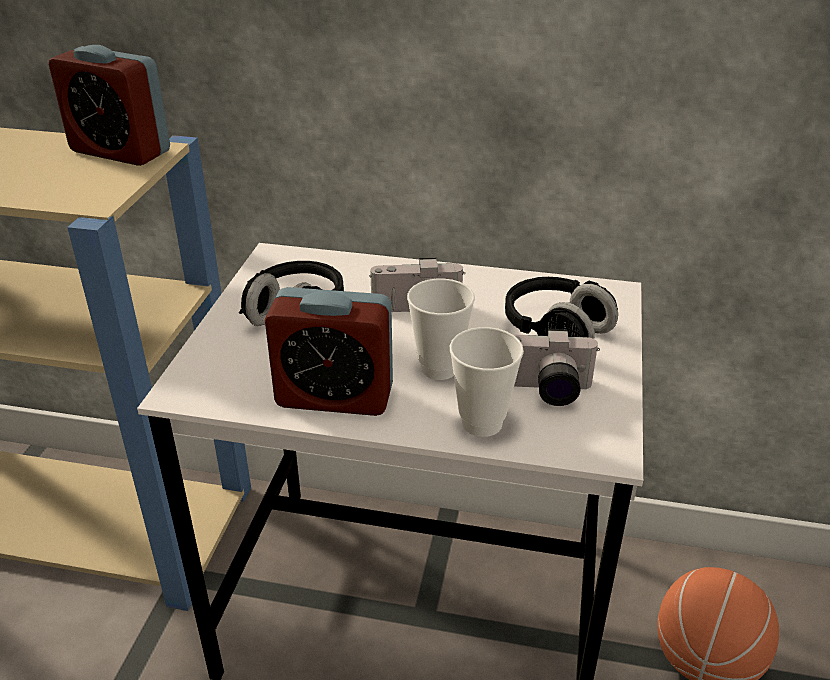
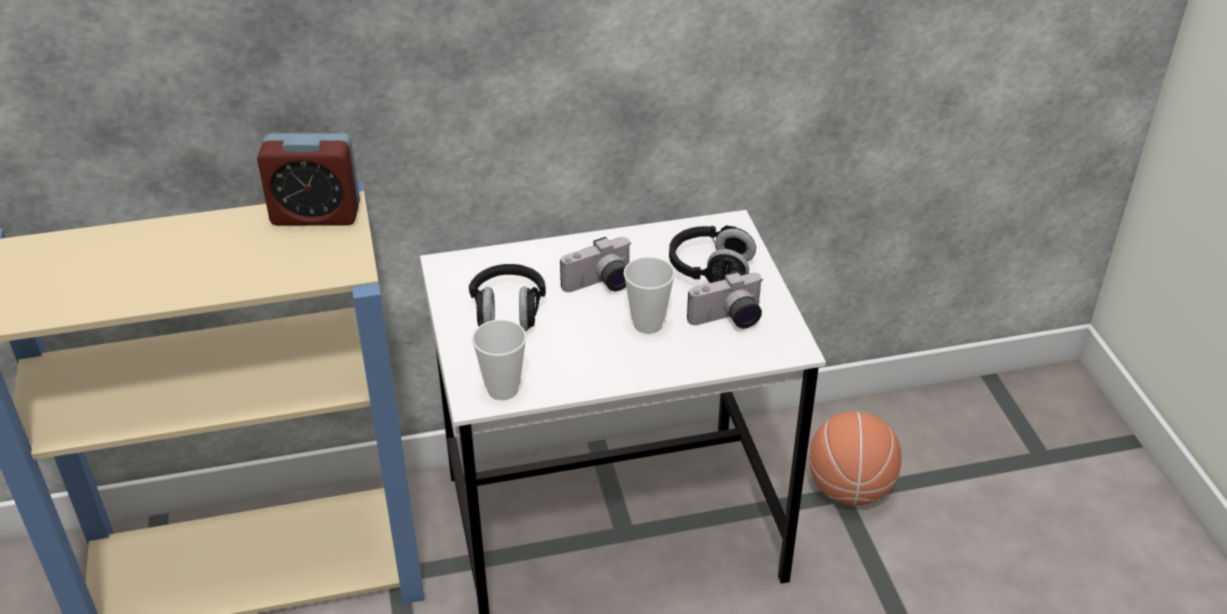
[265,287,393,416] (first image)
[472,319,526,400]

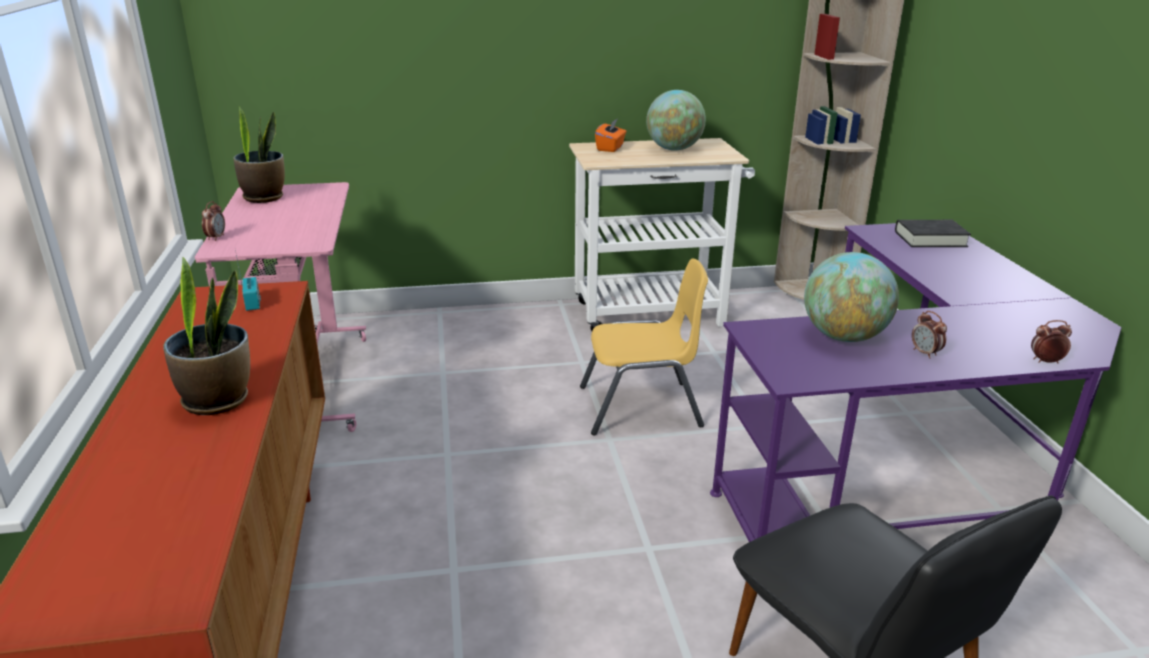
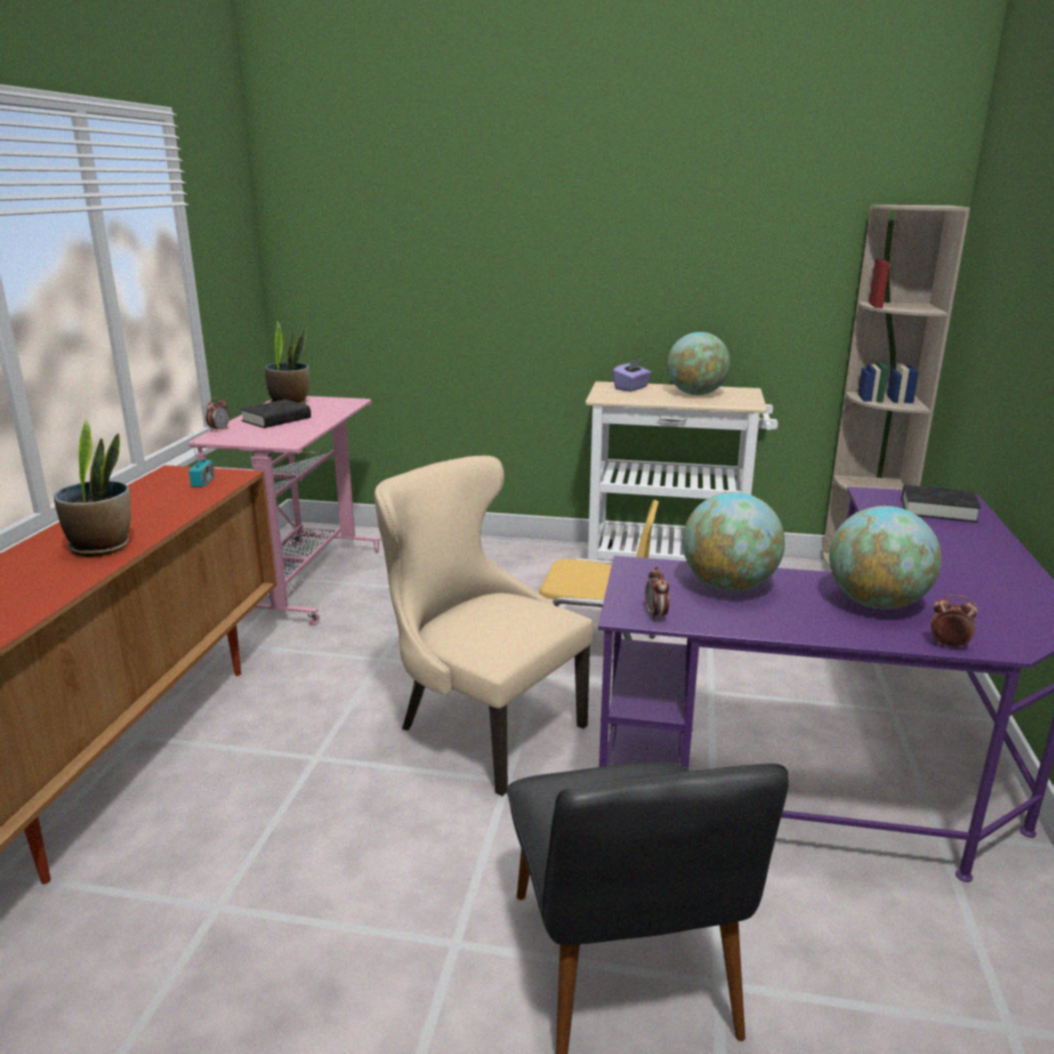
[612,358,652,392]
[645,566,669,621]
[240,399,311,428]
[374,456,593,796]
[829,506,941,610]

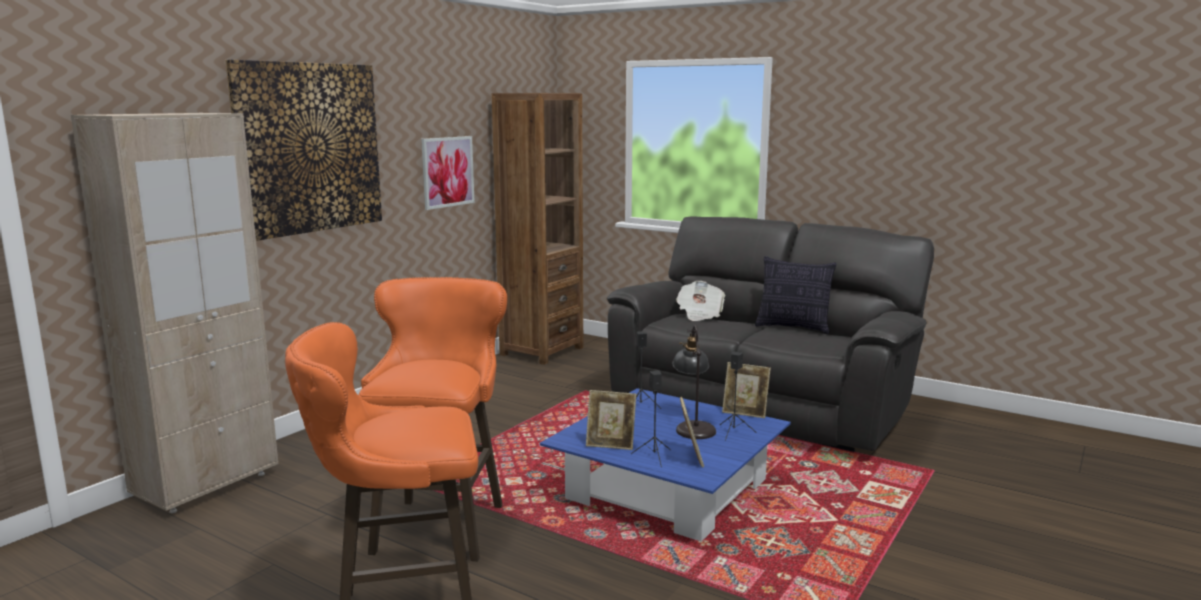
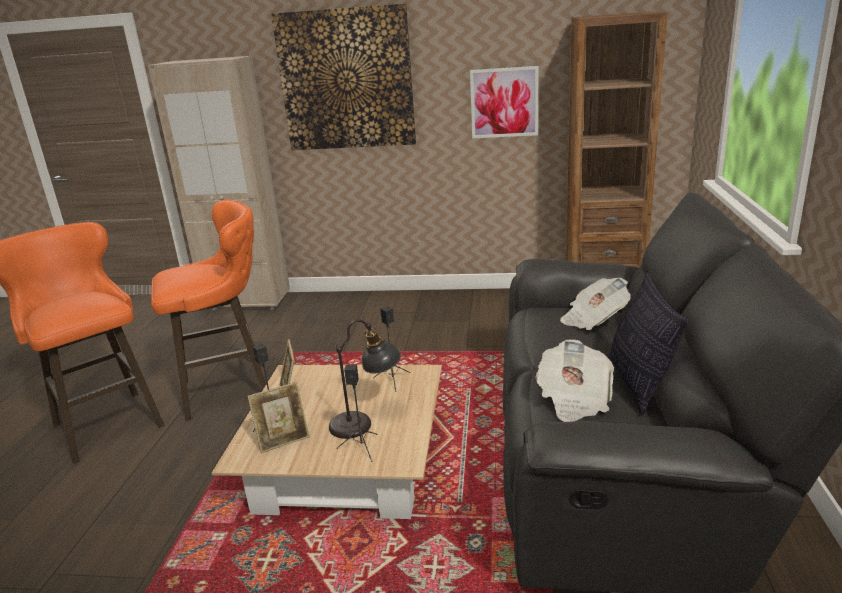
[212,365,442,519]
[722,362,771,418] (first image)
[535,340,614,422]

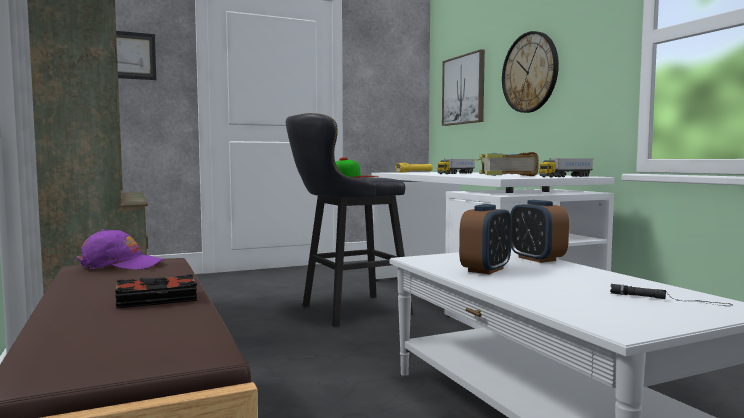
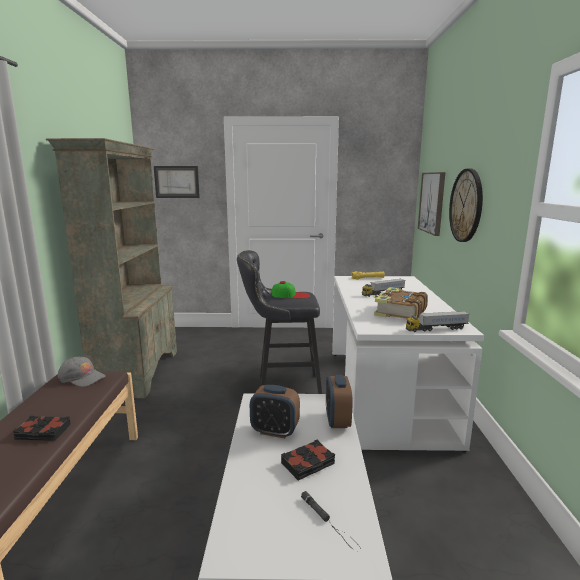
[58,357,106,387]
[250,385,300,438]
[281,439,335,480]

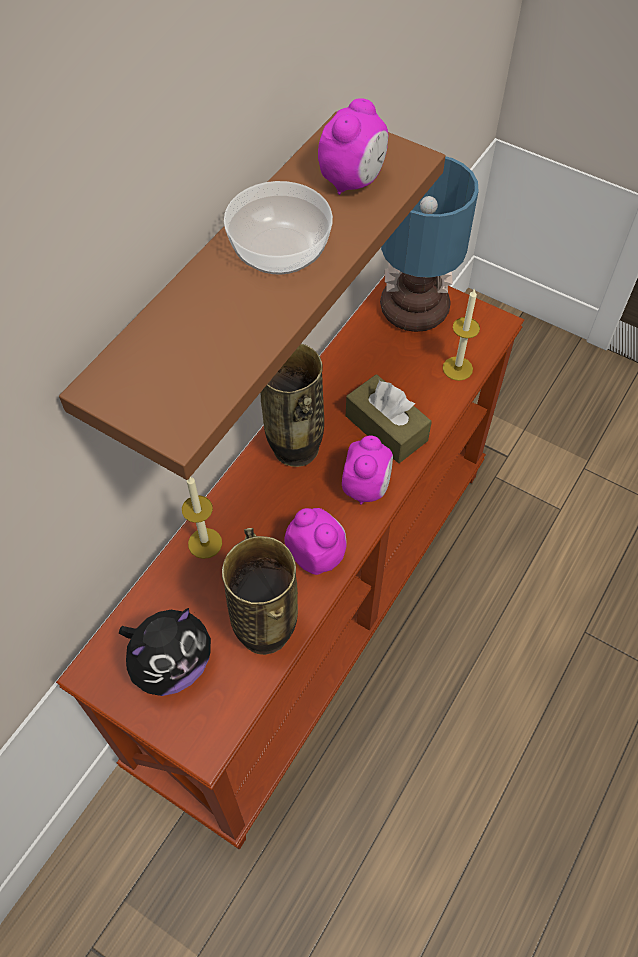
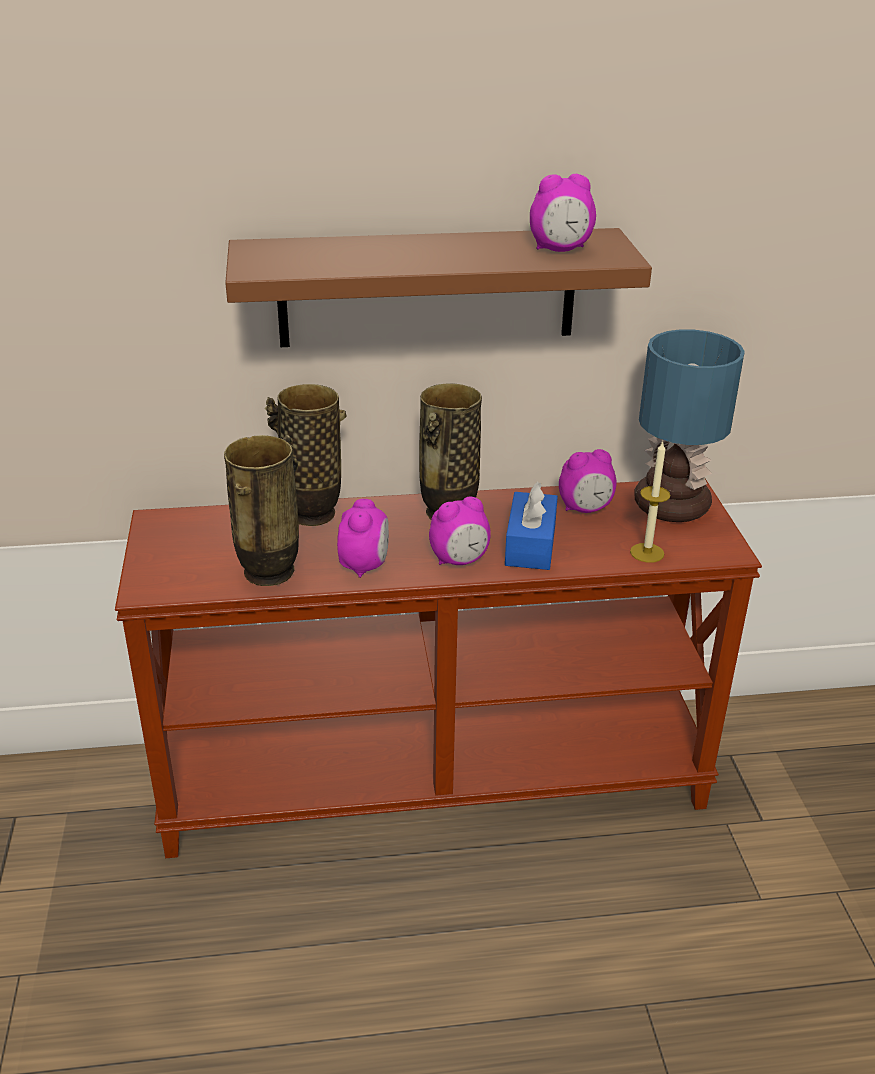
[119,608,211,696] (first image)
[265,384,347,526]
[224,181,333,274] (first image)
[505,481,558,570]
[559,449,617,513]

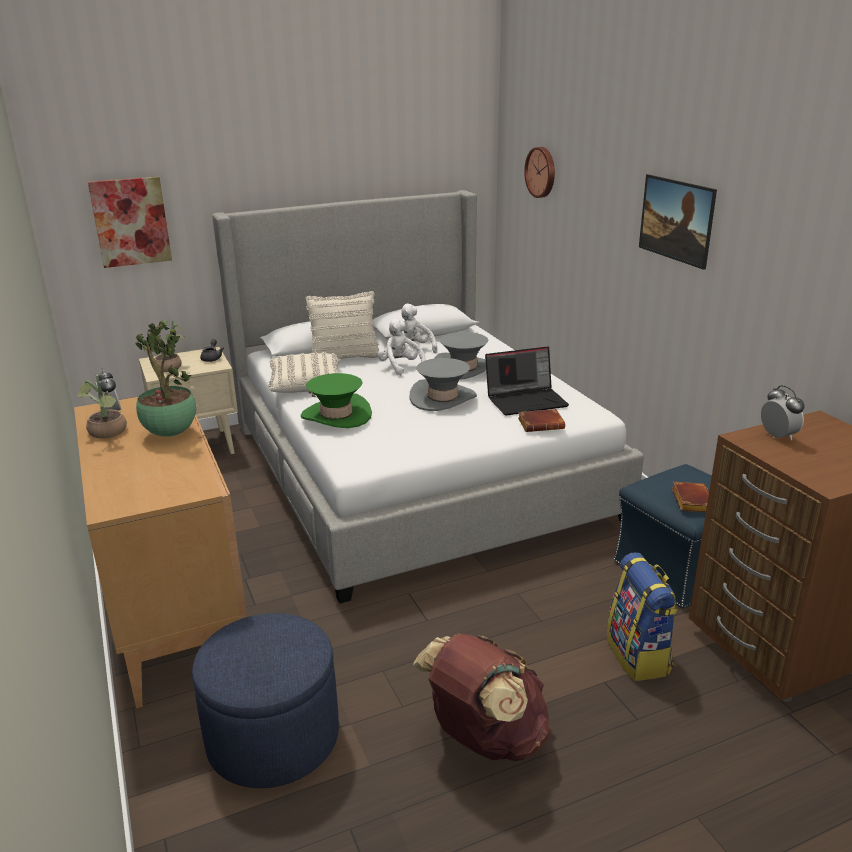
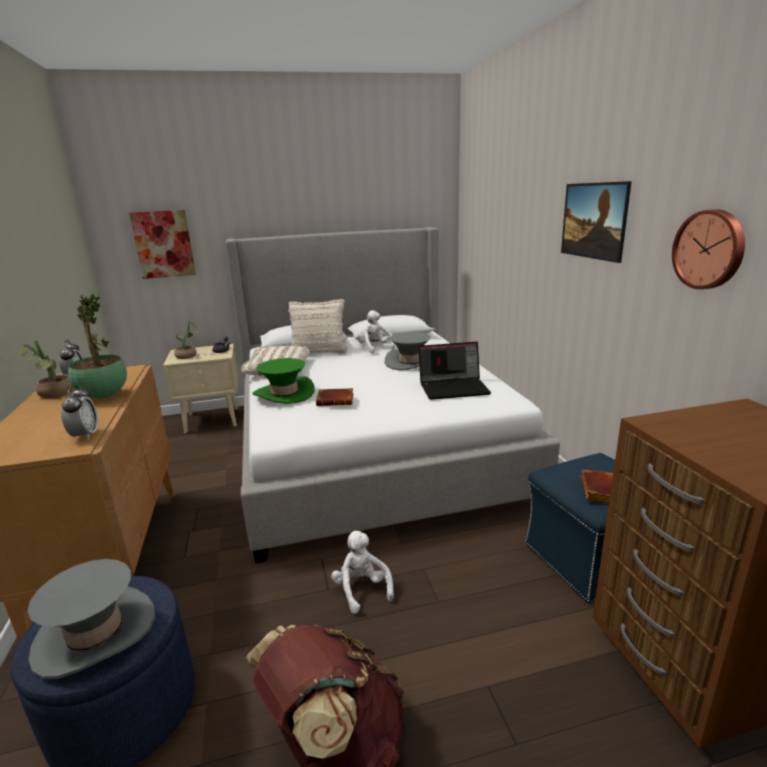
[331,531,394,614]
[27,559,155,679]
[316,388,353,406]
[672,209,745,289]
[607,552,678,681] (first image)
[61,385,98,440]

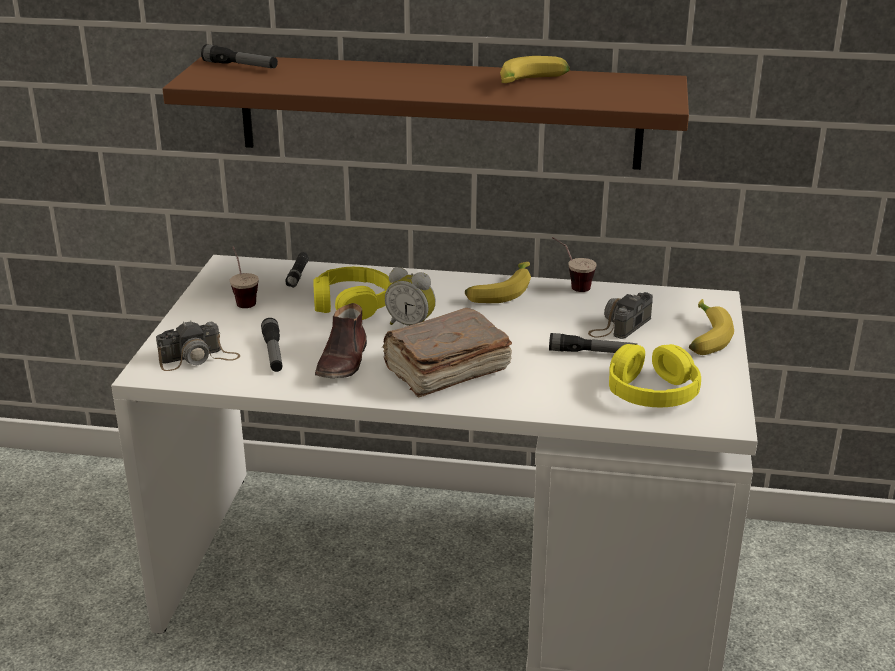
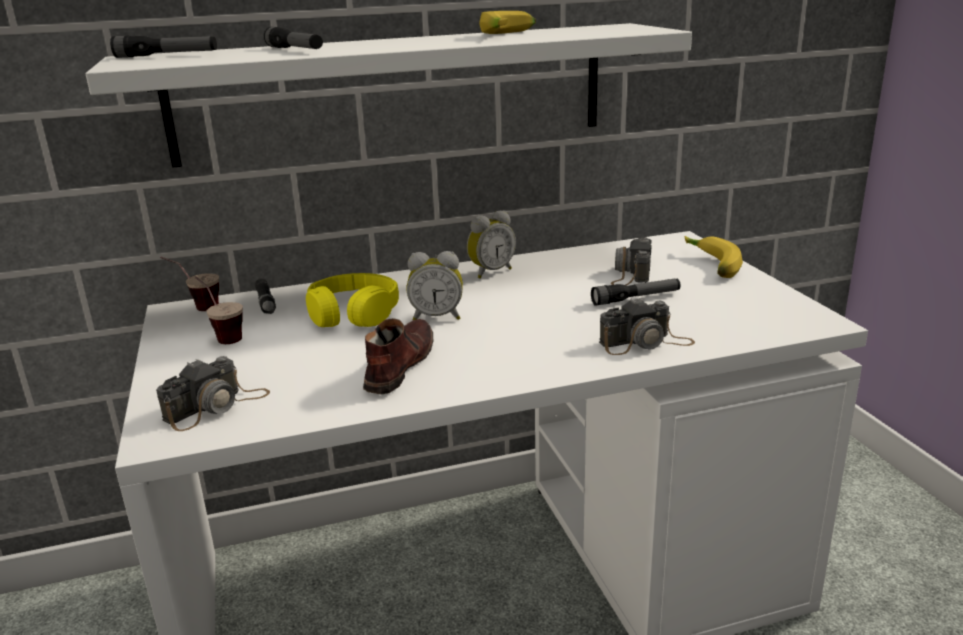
[86,23,692,168]
[264,27,323,49]
[363,318,433,394]
[382,308,512,398] (first image)
[467,210,516,279]
[160,256,219,311]
[609,344,701,407] (first image)
[599,297,695,355]

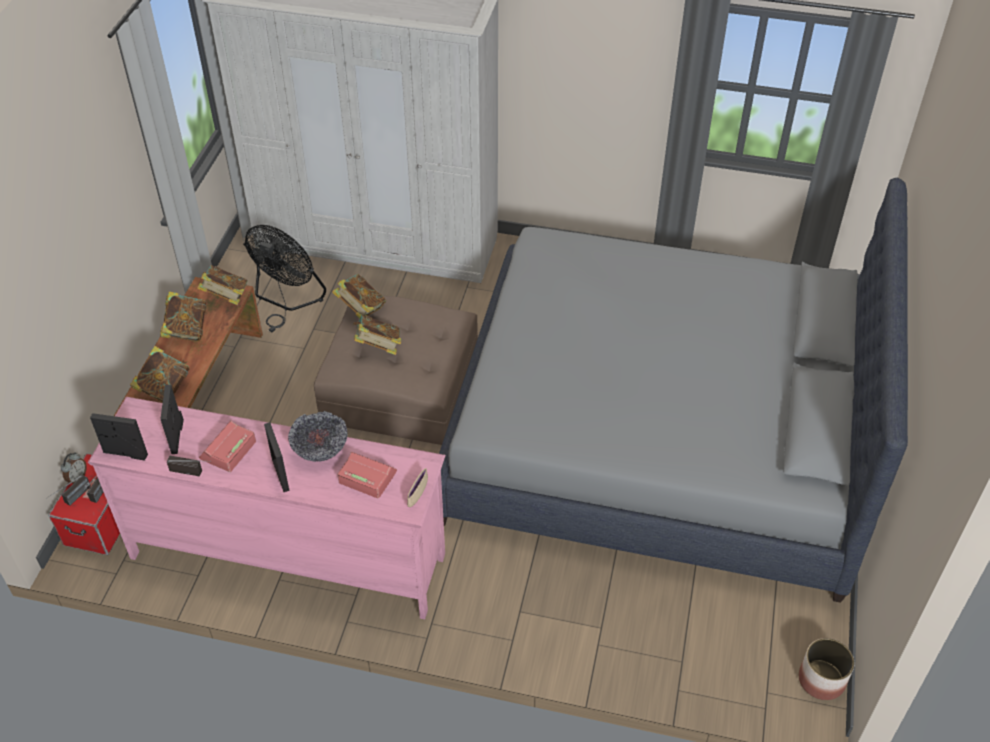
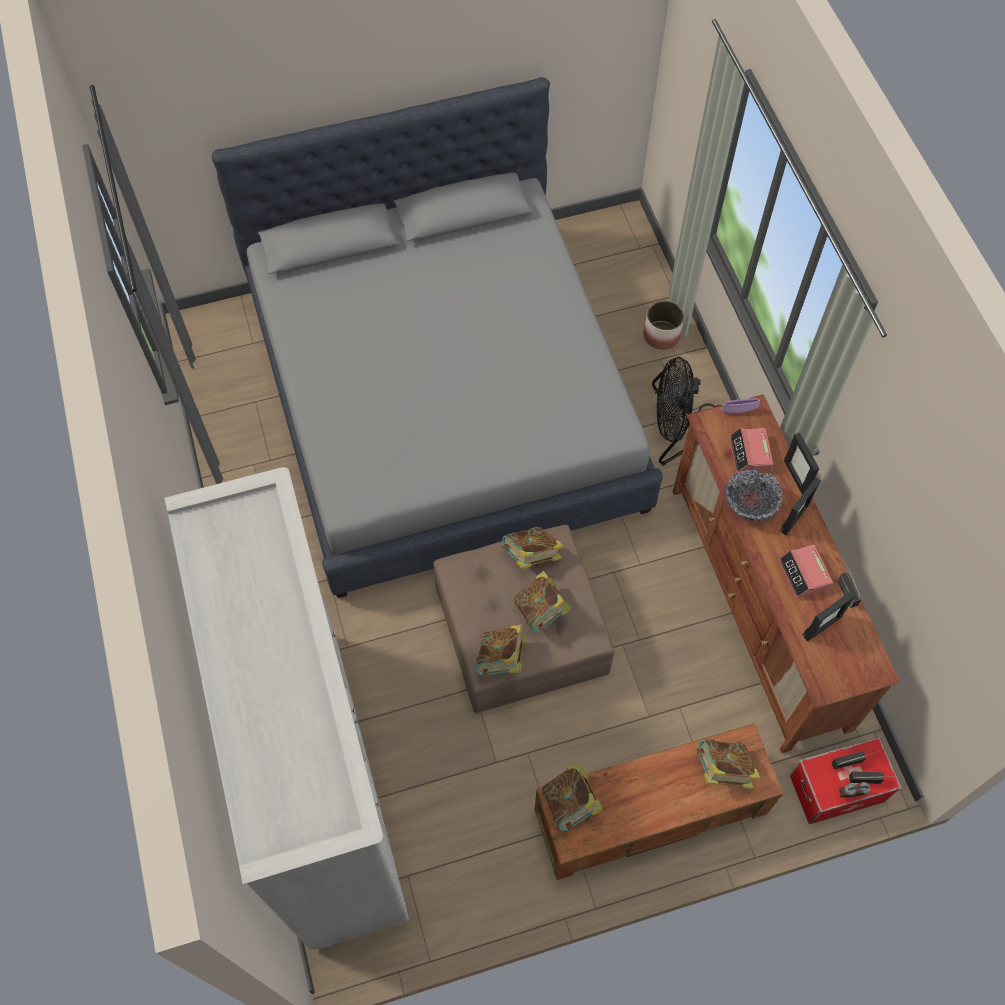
[672,394,900,753]
[784,433,819,495]
[501,527,564,569]
[778,544,833,599]
[652,357,721,466]
[721,398,760,413]
[643,300,684,350]

